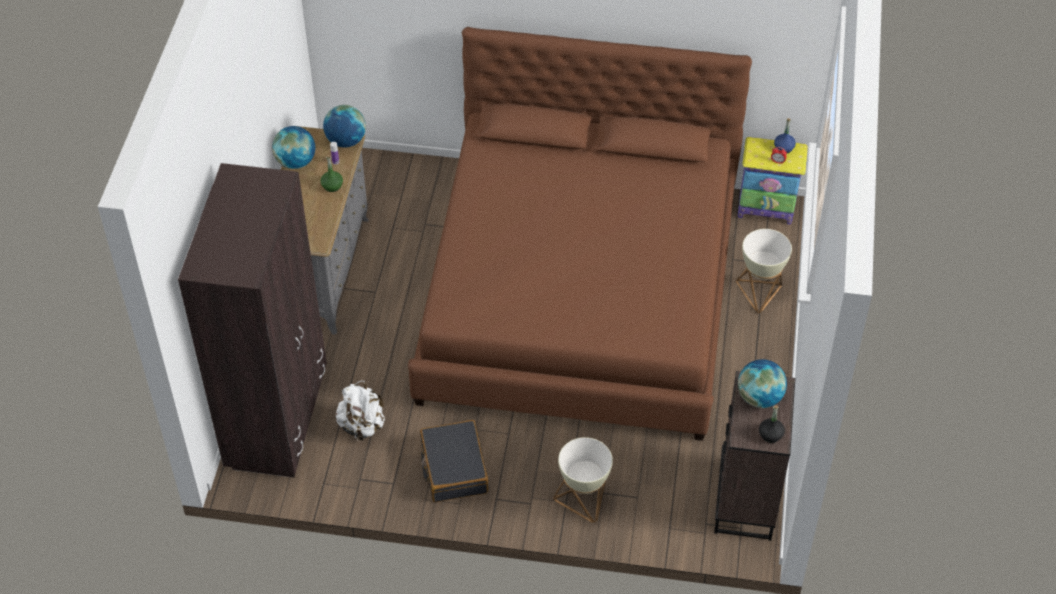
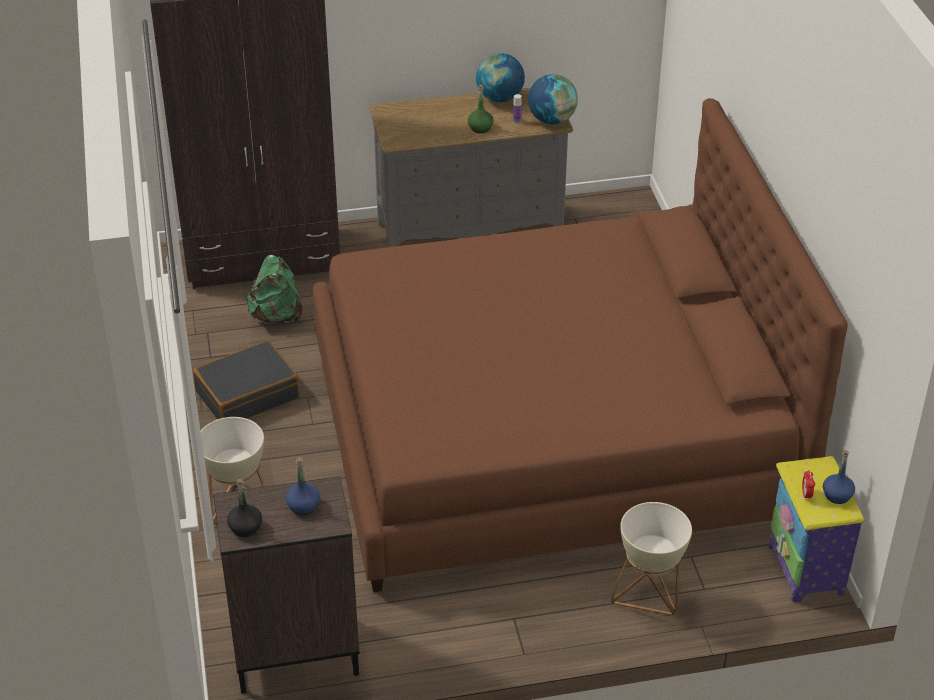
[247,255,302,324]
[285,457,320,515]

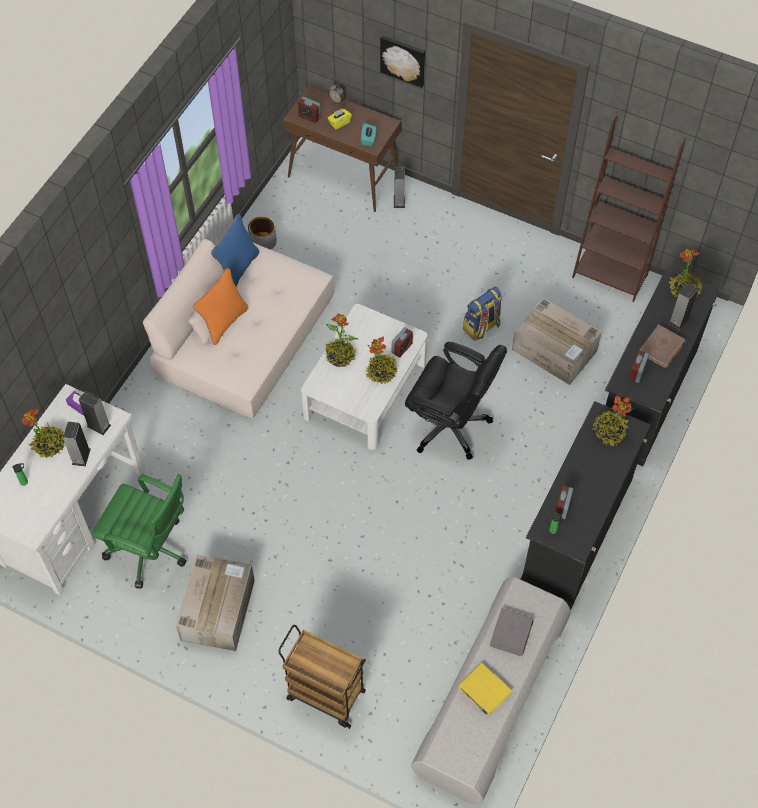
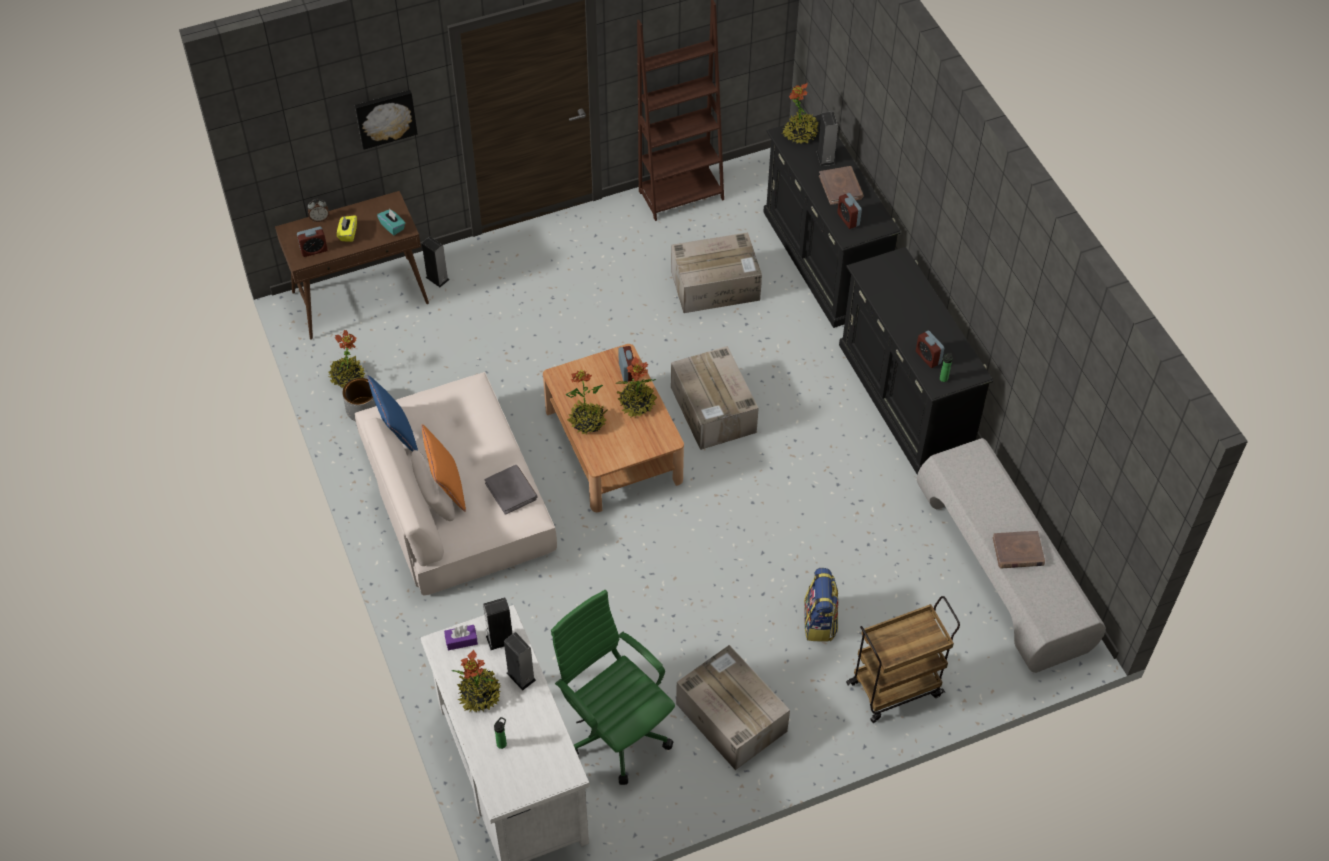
[551,590,675,785]
[543,344,684,512]
[671,346,759,450]
[992,531,1045,568]
[804,568,838,642]
[485,465,537,515]
[329,330,365,388]

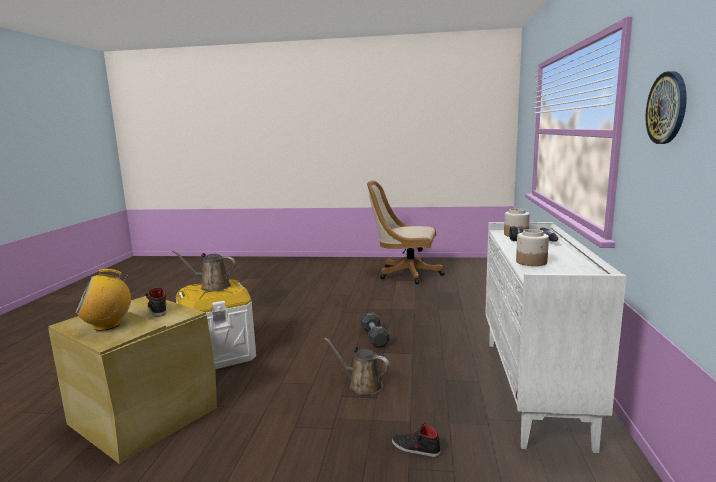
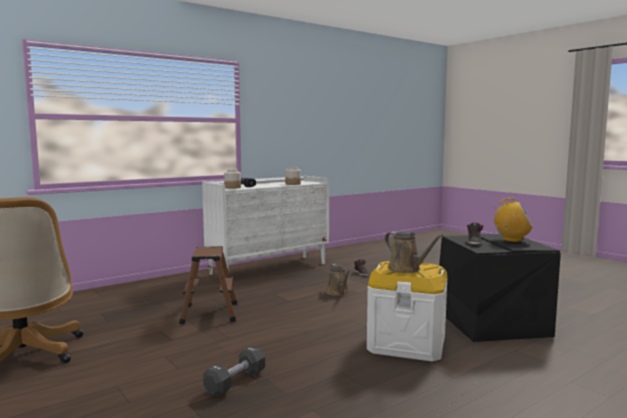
[439,234,561,342]
[203,346,265,397]
[645,71,687,144] (first image)
[179,246,238,324]

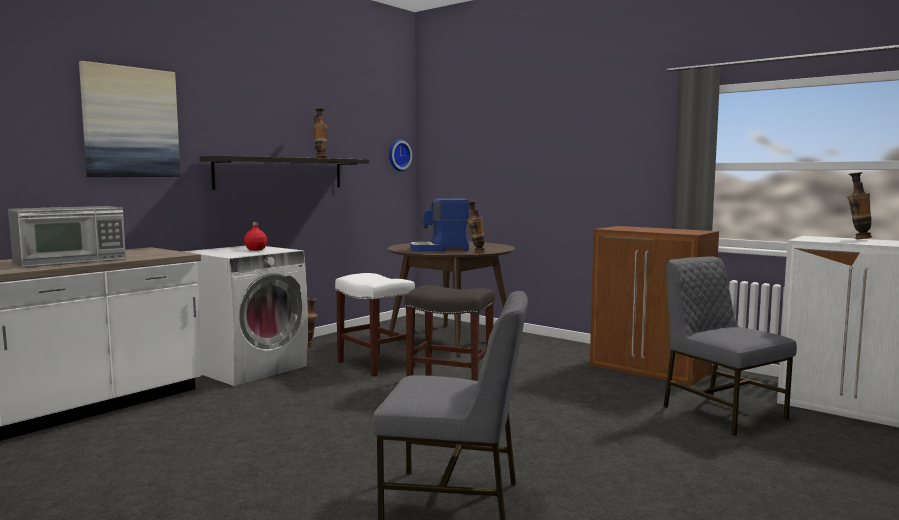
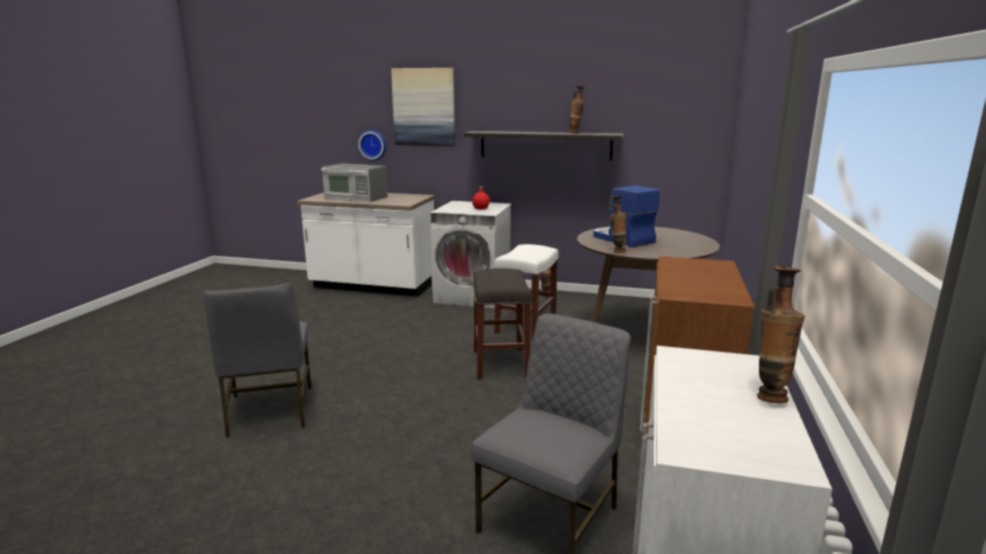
[358,130,386,161]

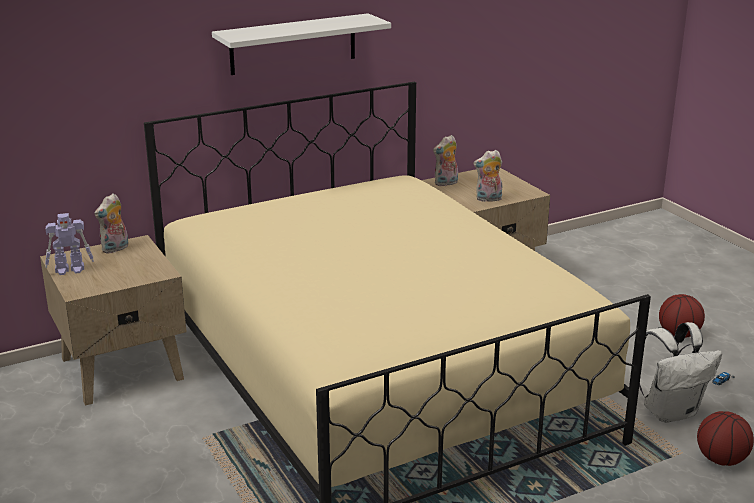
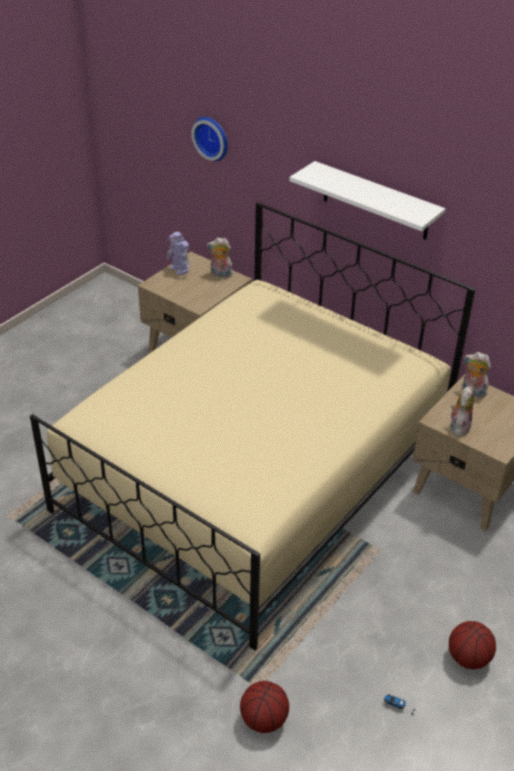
[451,386,474,436]
[639,322,722,423] (first image)
[191,117,228,161]

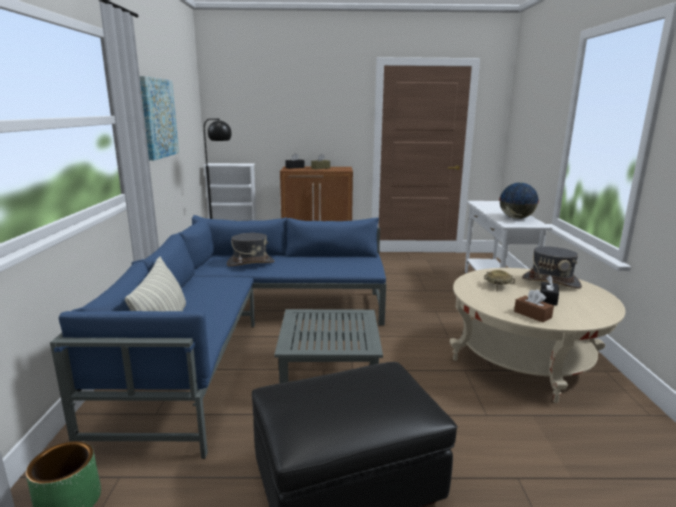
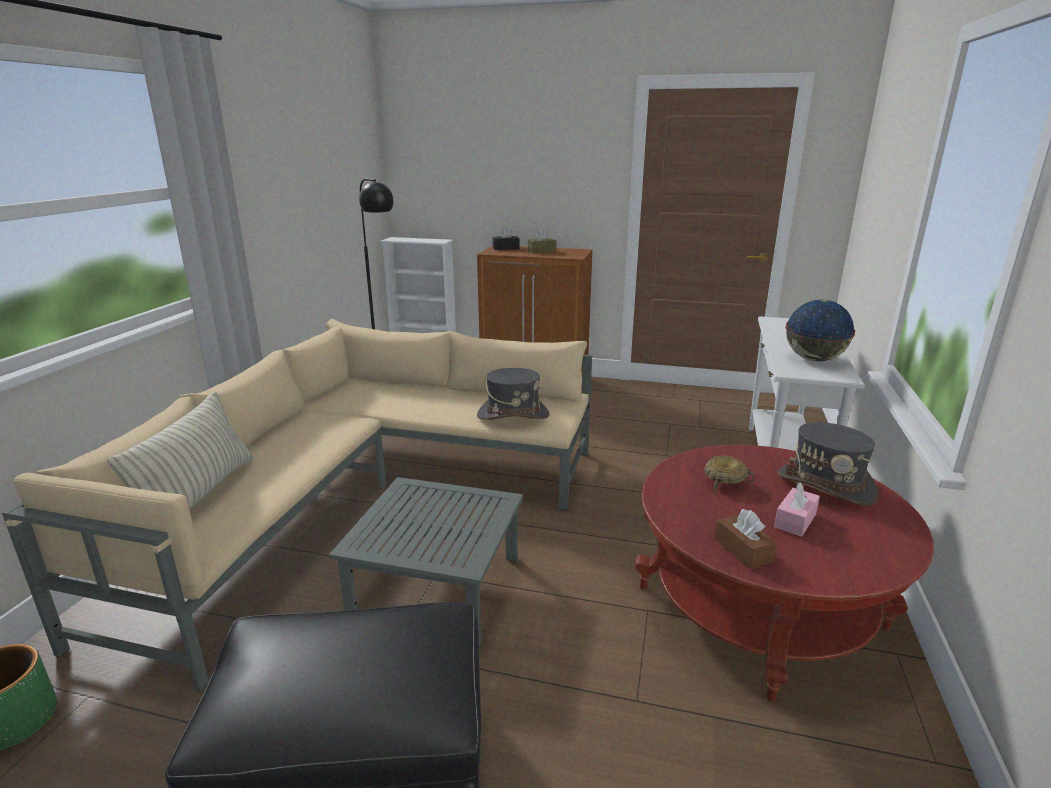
[2,319,592,692]
[140,76,179,161] (first image)
[477,368,550,420]
[635,445,934,702]
[774,482,820,537]

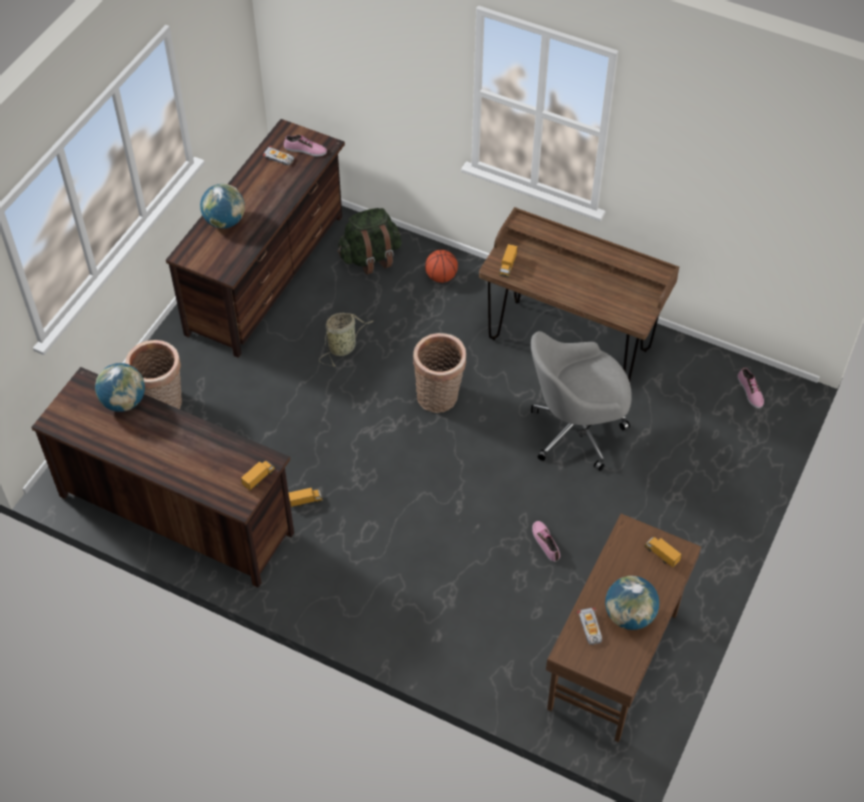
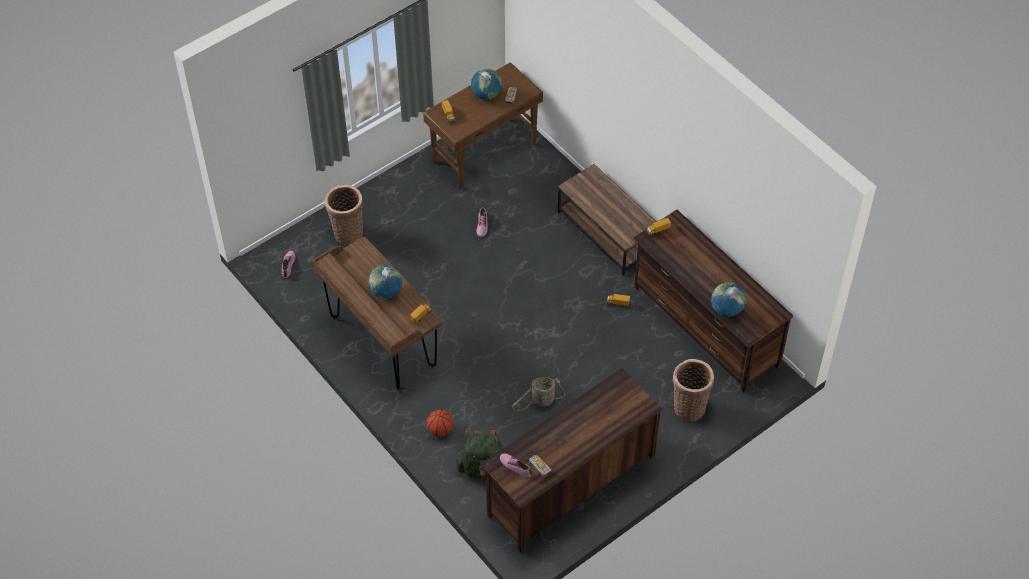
[368,265,402,299]
[325,185,363,245]
[531,331,632,471] (first image)
[558,164,656,276]

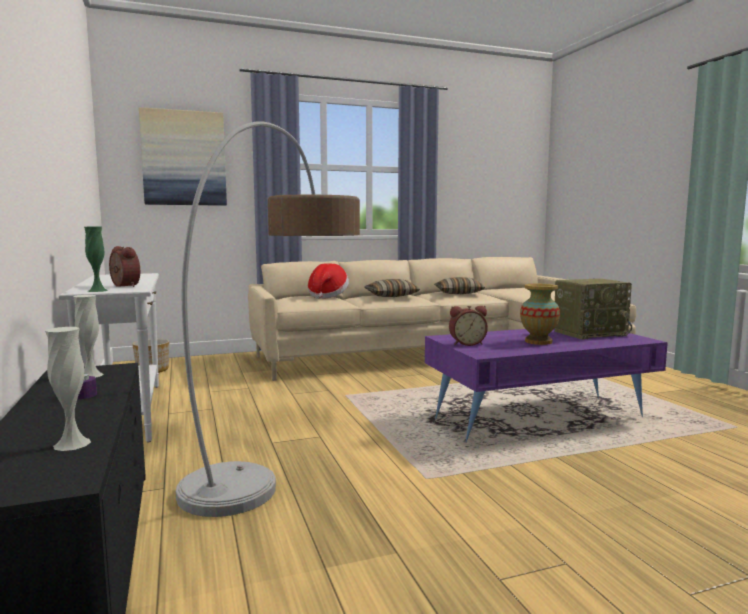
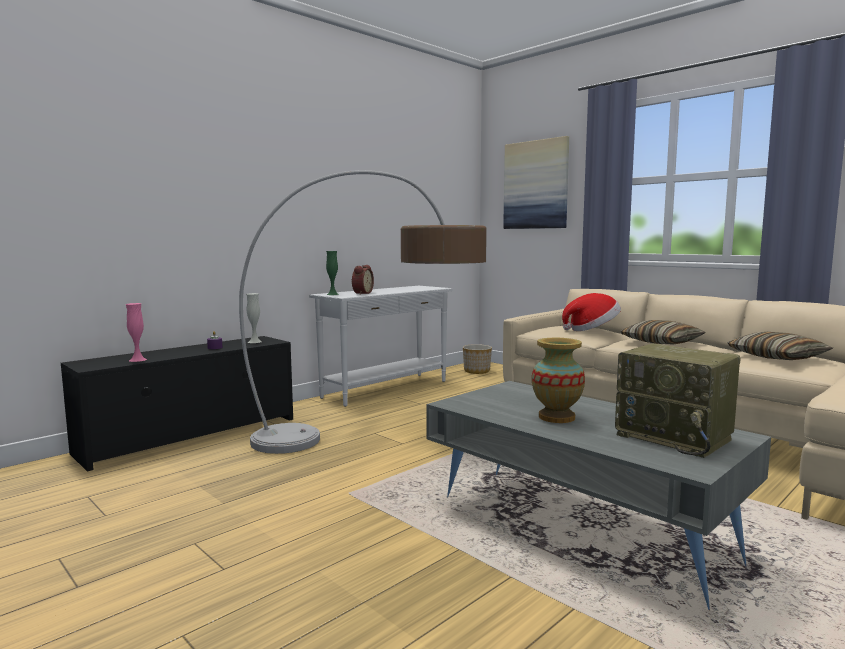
[126,303,147,362]
[427,381,771,611]
[449,306,488,346] (first image)

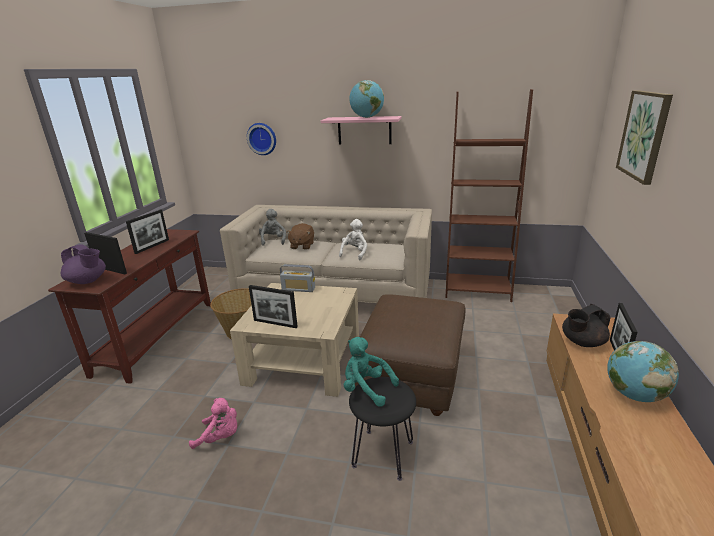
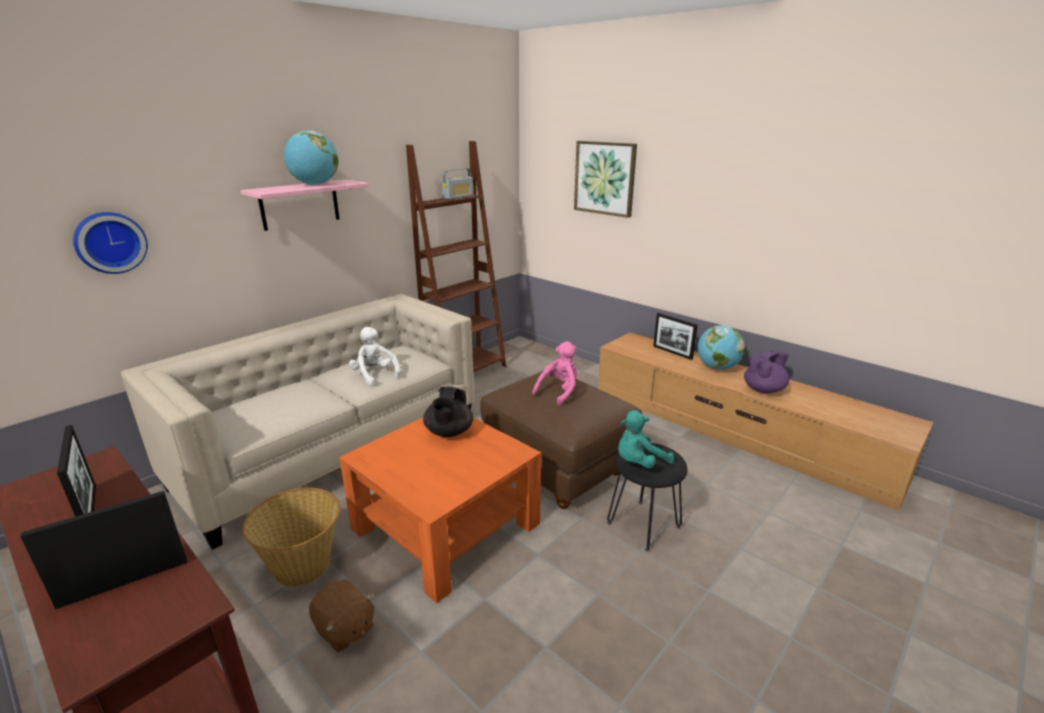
[744,351,789,394]
[532,341,577,406]
[339,418,541,603]
[249,285,298,328] (first image)
[259,209,286,246] (first image)
[441,168,473,199]
[309,579,374,653]
[423,387,473,437]

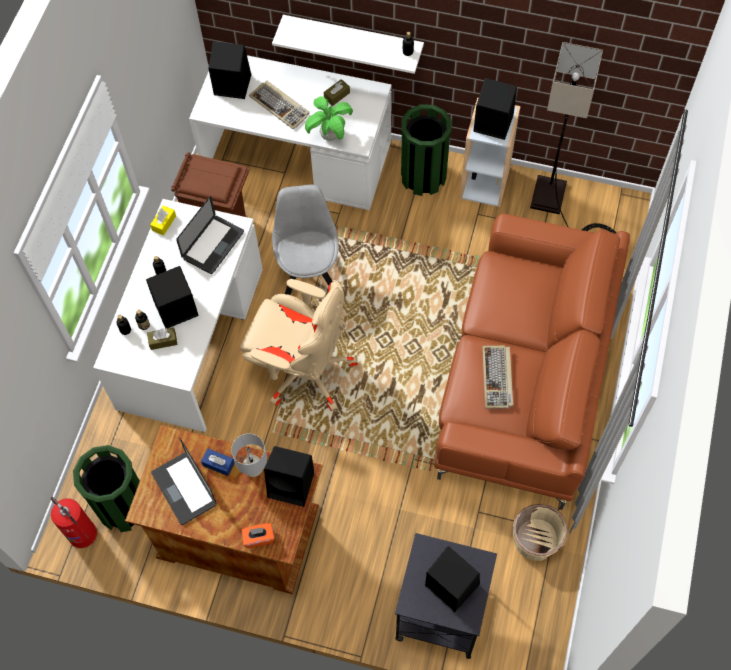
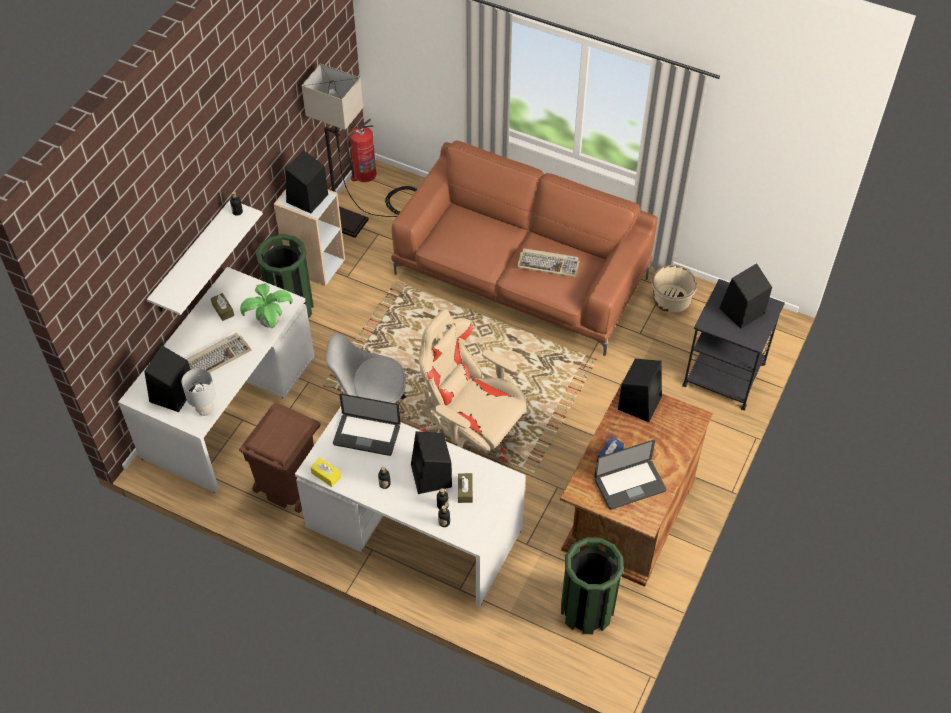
[346,119,377,182]
[333,394,400,456]
[182,368,216,416]
[418,309,527,462]
[241,523,275,548] (first image)

